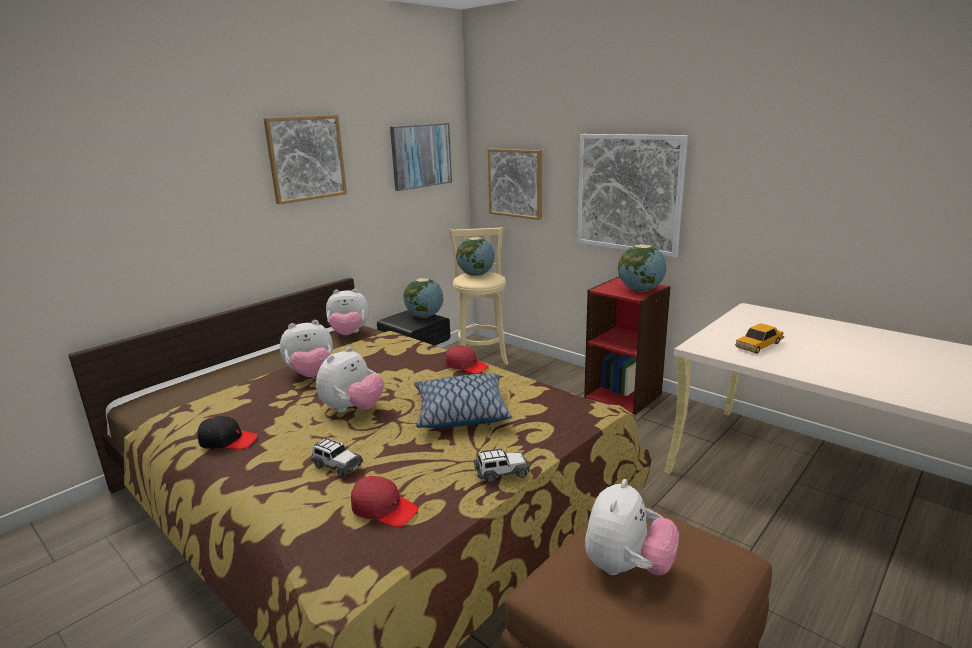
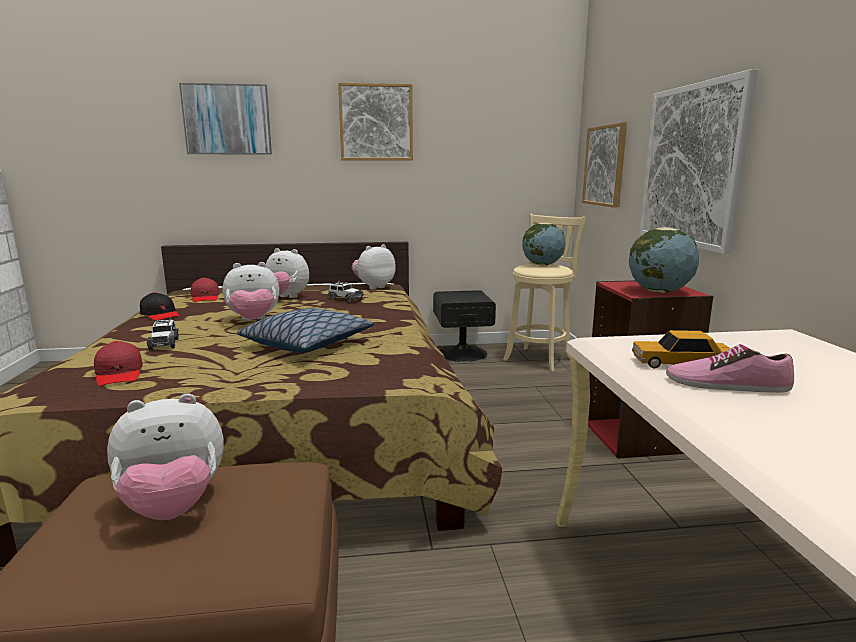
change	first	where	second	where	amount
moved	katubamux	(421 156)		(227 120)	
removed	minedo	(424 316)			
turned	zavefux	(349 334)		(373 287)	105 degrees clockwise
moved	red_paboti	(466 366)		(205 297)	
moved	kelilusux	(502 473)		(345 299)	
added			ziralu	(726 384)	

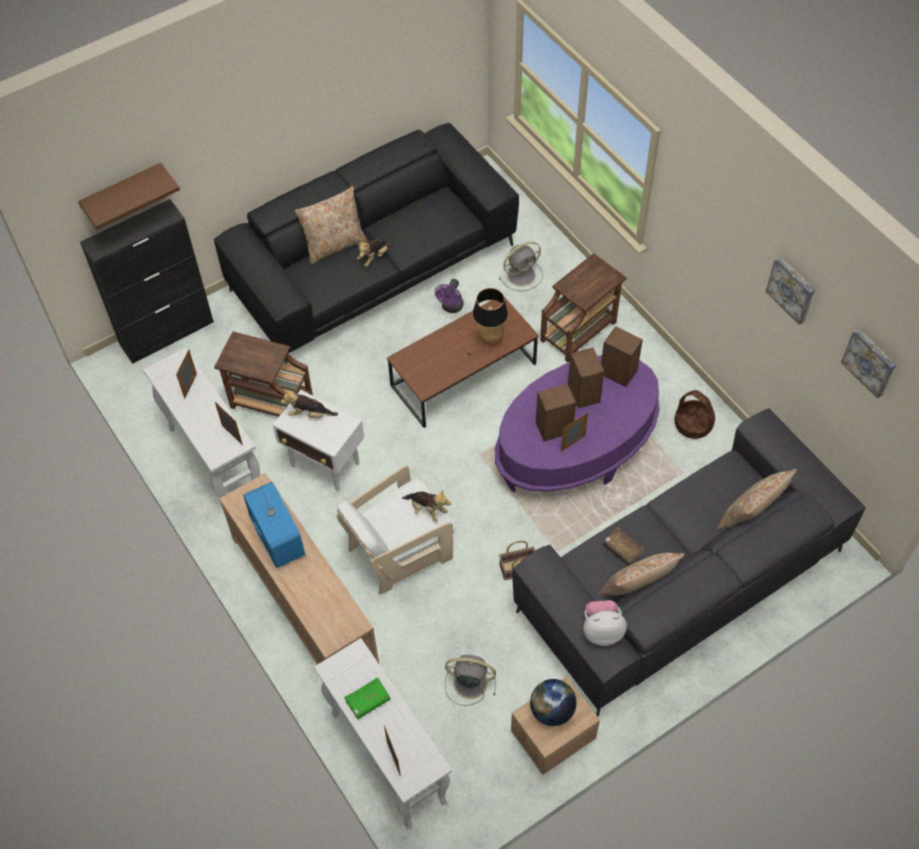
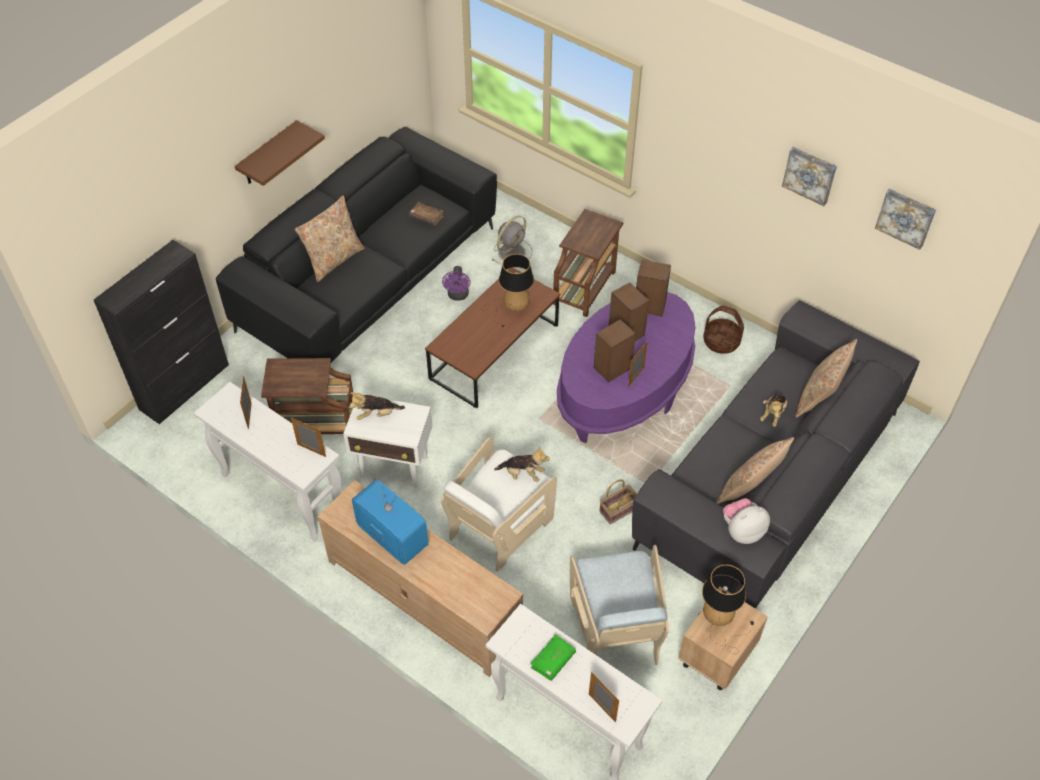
change	first	where	second	where	amount
moved	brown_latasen	(123 192)		(268 154)	
moved	zavefux	(374 257)		(773 414)	
moved	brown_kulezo	(622 549)		(426 217)	
replaced	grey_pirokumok	(469 682)	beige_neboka	(616 627)	
replaced	minedo	(552 710)	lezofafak	(720 621)	

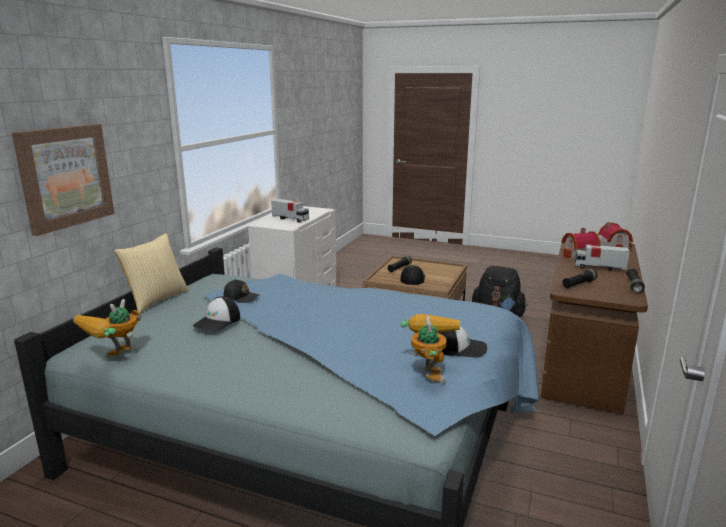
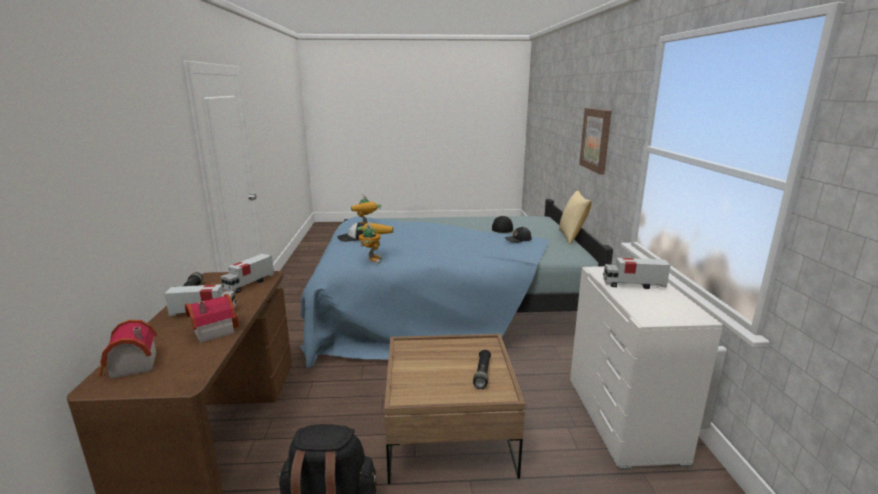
change	first	where	second	where	amount
removed	paboti	(412 278)			
replaced	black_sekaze	(579 284)	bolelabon	(249 284)	
moved	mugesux	(115 359)		(373 258)	

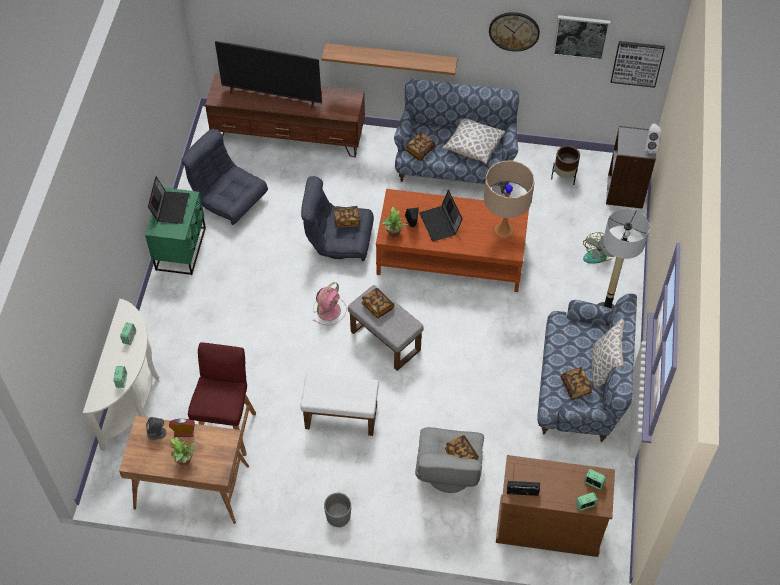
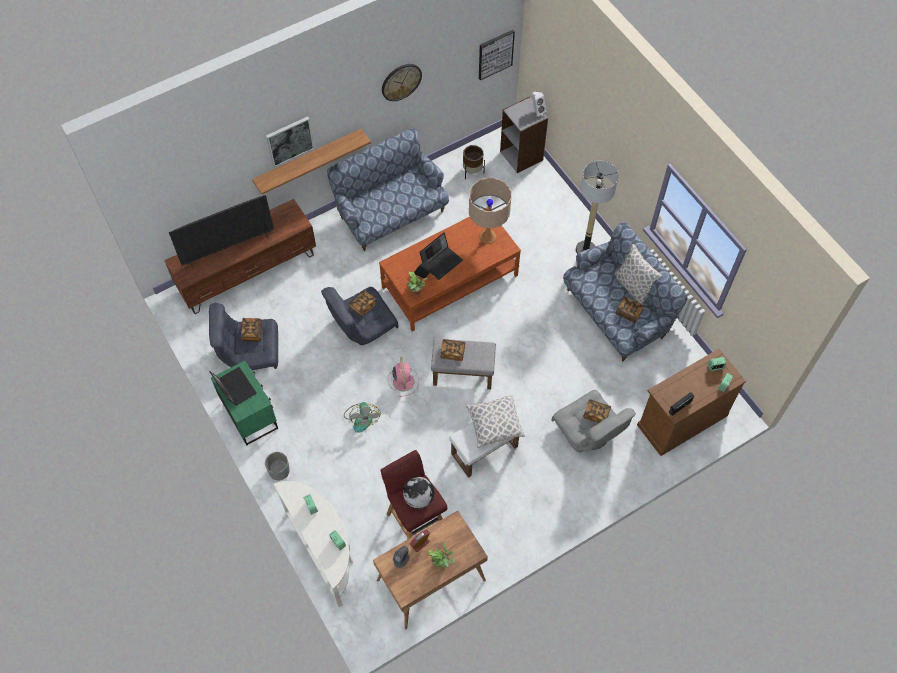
change	first	where	second	where	amount
moved	katubamux	(581 36)		(289 141)	
moved	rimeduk	(473 146)		(494 425)	
moved	kulezo	(420 150)		(252 332)	
turned	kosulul	(440 224)		(441 261)	75 degrees counterclockwise
moved	pirokumok	(597 253)		(362 417)	
moved	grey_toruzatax	(338 516)		(279 471)	
added			minedo	(418 498)	

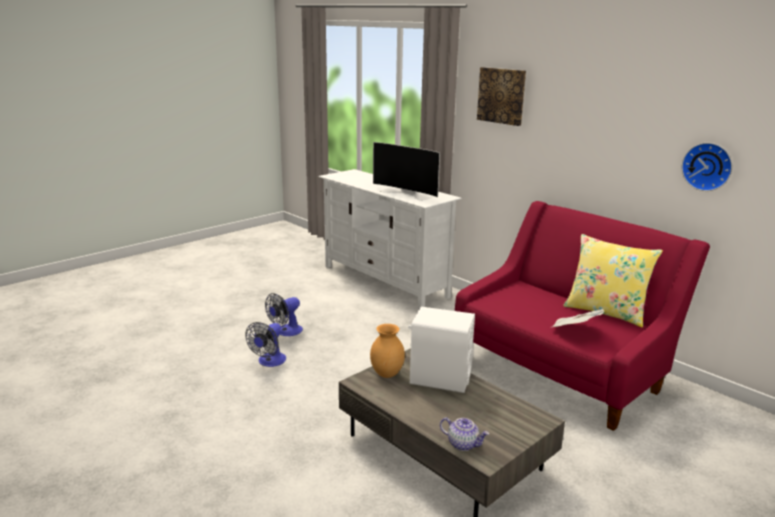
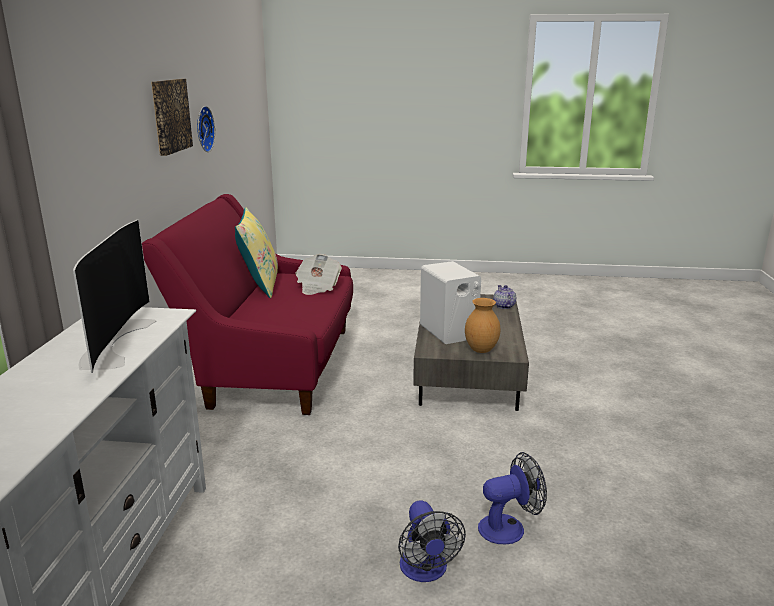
change	first	where	second	where	amount
moved	katubamux	(501 96)		(170 116)	
turned	pirokumok	(285 332)		(425 571)	75 degrees clockwise

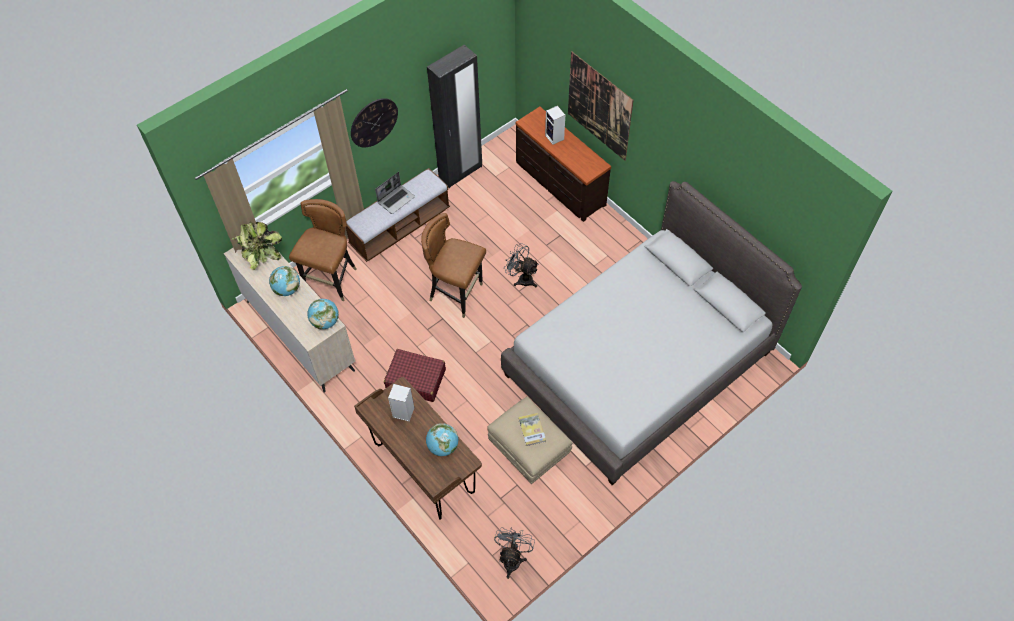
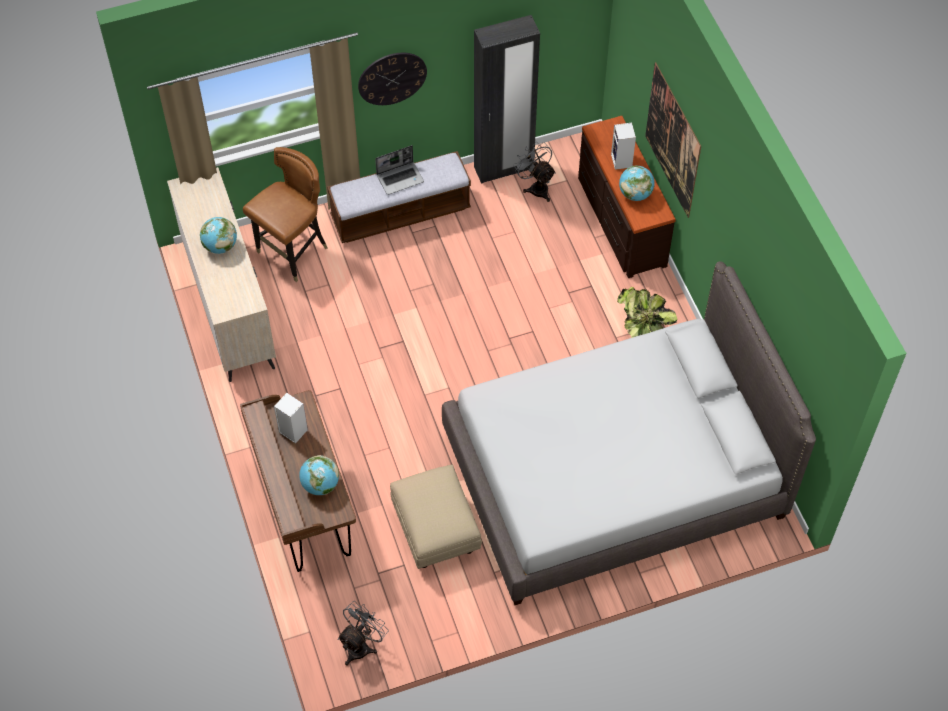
change	first	where	second	where	amount
removed	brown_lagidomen	(456 294)			
moved	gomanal	(259 254)		(642 327)	
moved	grey_pirokumok	(522 278)		(536 187)	
moved	minedo	(325 322)		(635 194)	
removed	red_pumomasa	(416 380)			
removed	kulezo	(532 430)			

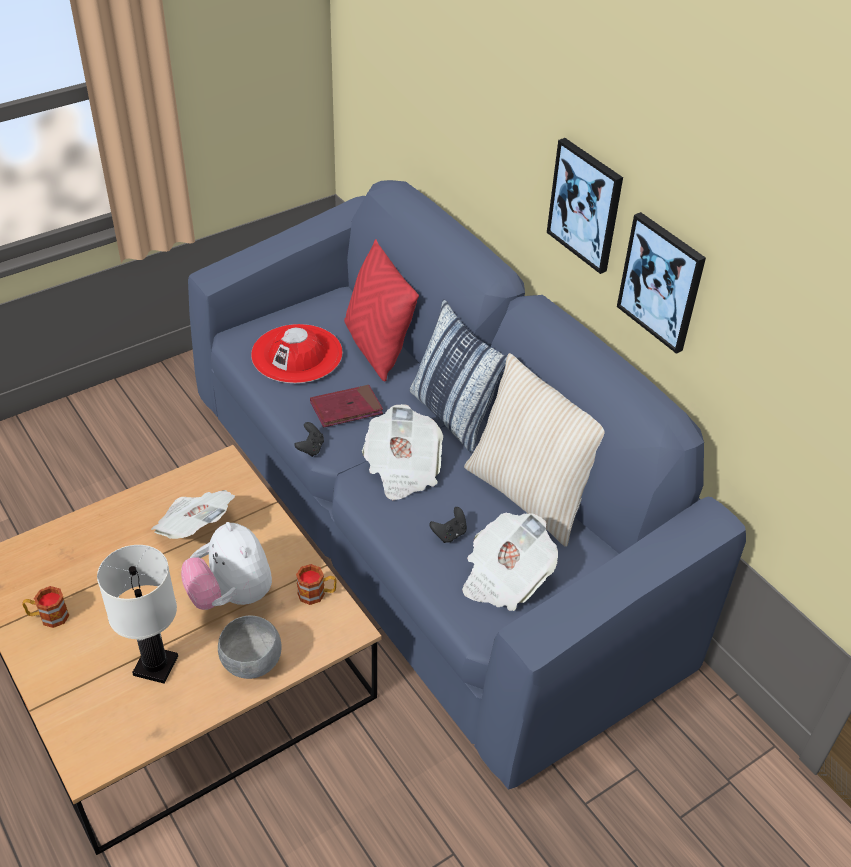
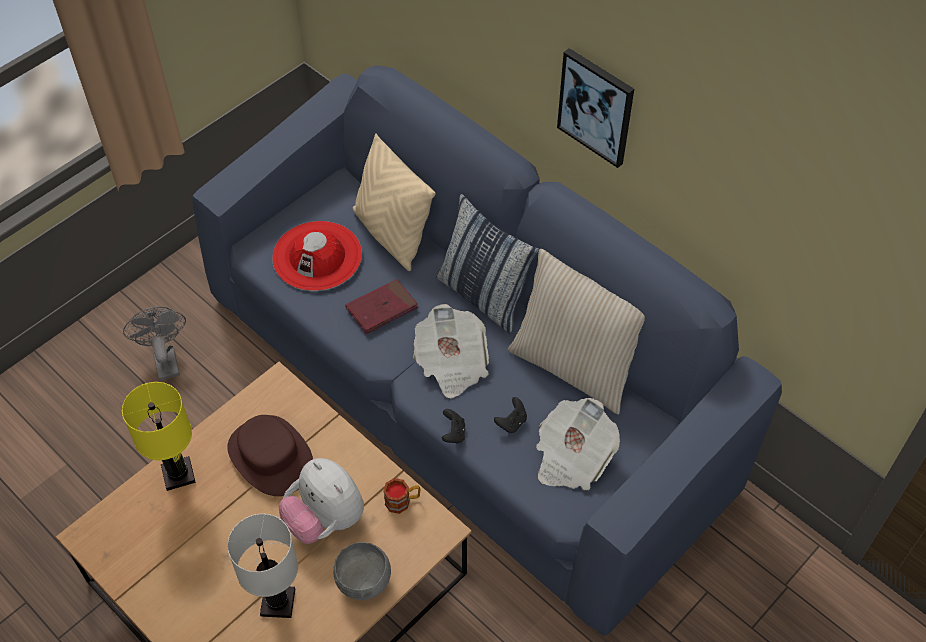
change	first	where	second	where	amount
removed	katubamux	(662 282)			
recoloured	red_rimeduk	(376 348)	beige_rimeduk	(391 234)	
moved	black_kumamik	(310 448)		(453 433)	
replaced	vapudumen	(195 527)	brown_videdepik	(270 456)	
removed	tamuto	(48 616)			
added			grey_pirokumok	(165 360)	
added			yellow_lezofafak	(178 475)	

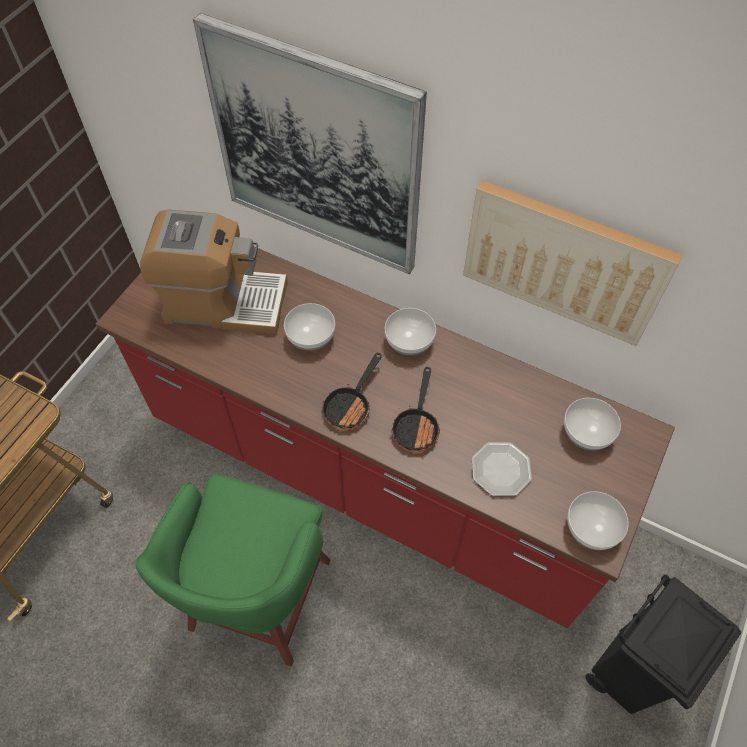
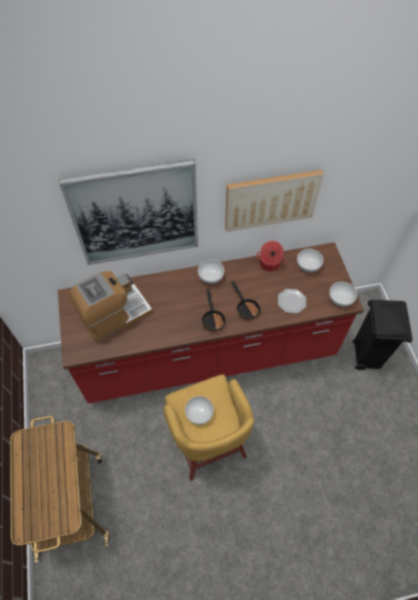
change	first	where	second	where	amount
moved	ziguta	(311 337)		(200 414)	
recoloured	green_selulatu	(257 599)	yellow_selulatu	(208 443)	
added			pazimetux	(269 264)	

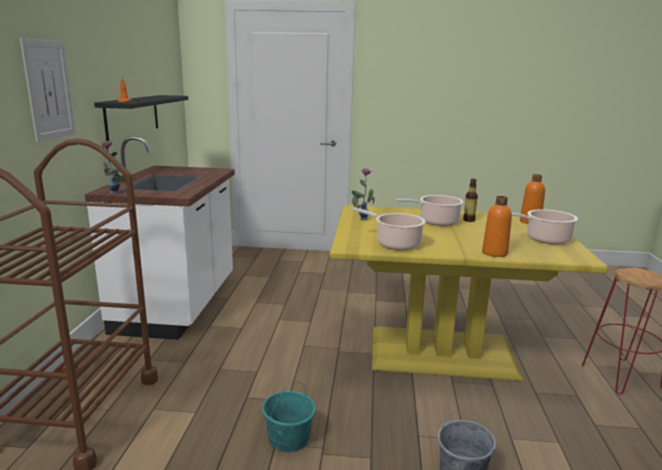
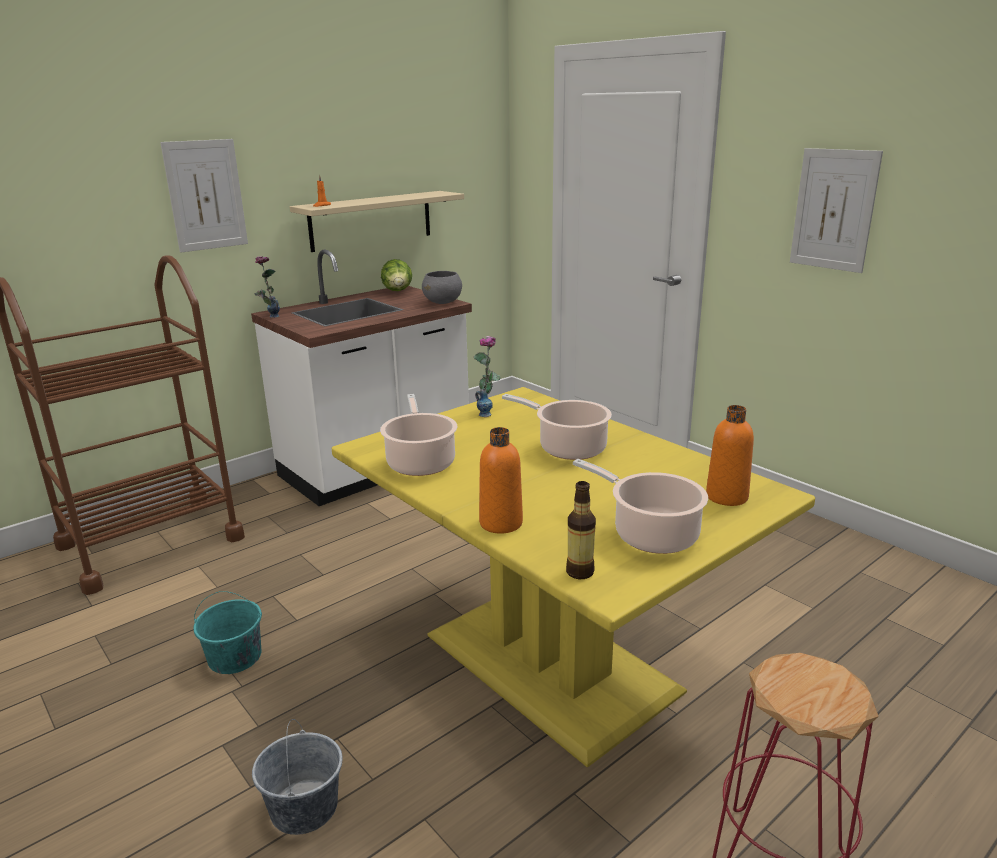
change	first	where	second	where	amount
recoloured	black_latasen	(132 116)	beige_latasen	(371 220)	
moved	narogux	(469 220)		(579 572)	
added			katubamux	(834 210)	
added			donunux	(398 292)	
added			grey_ziguta	(443 302)	

